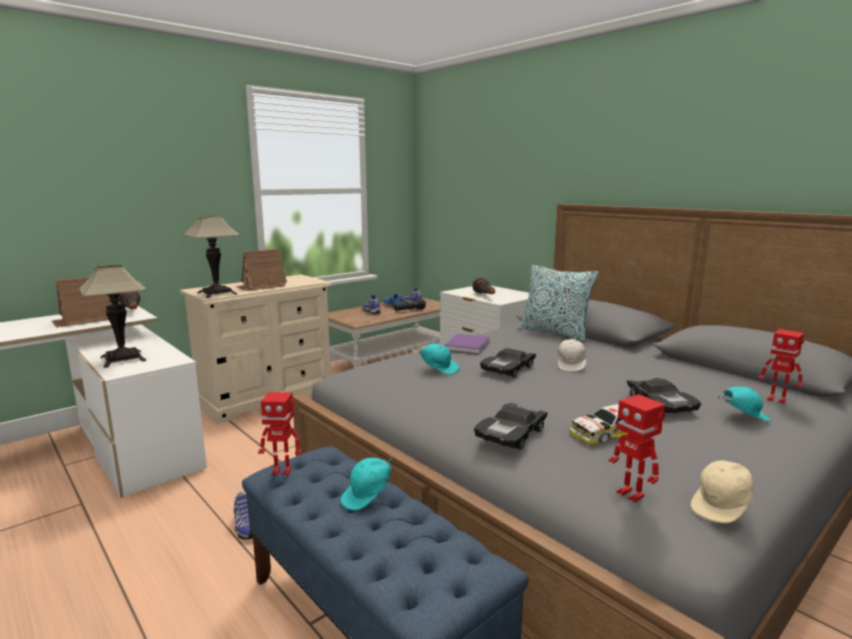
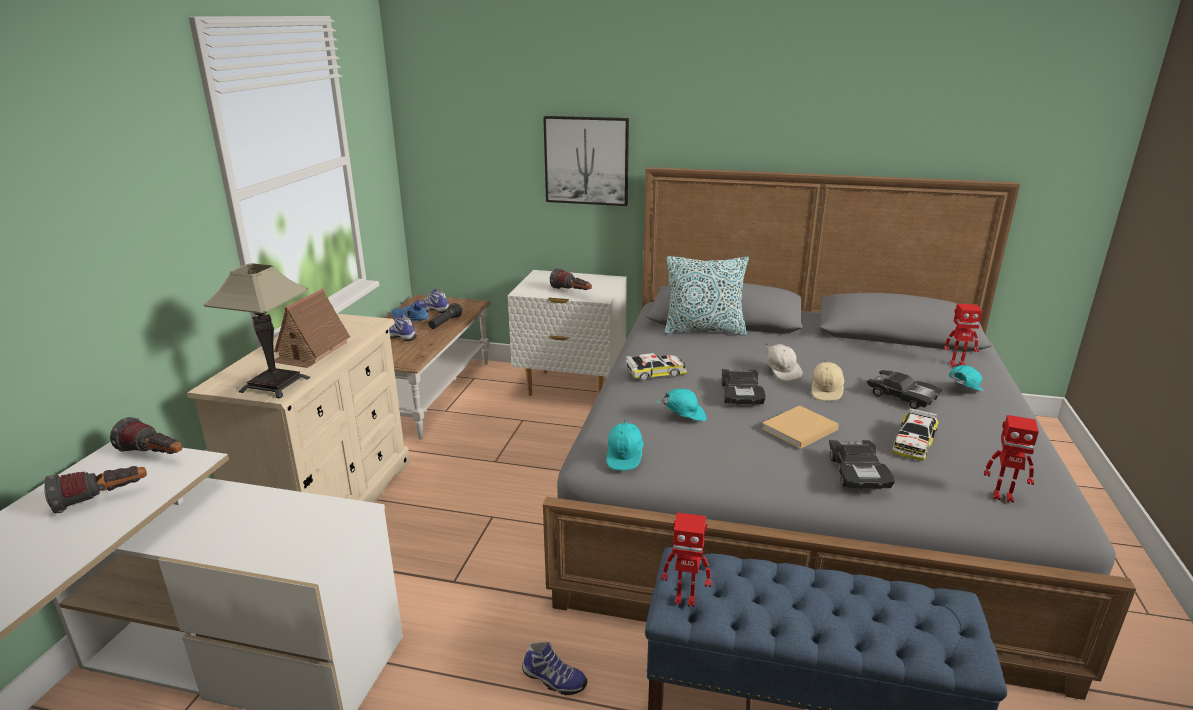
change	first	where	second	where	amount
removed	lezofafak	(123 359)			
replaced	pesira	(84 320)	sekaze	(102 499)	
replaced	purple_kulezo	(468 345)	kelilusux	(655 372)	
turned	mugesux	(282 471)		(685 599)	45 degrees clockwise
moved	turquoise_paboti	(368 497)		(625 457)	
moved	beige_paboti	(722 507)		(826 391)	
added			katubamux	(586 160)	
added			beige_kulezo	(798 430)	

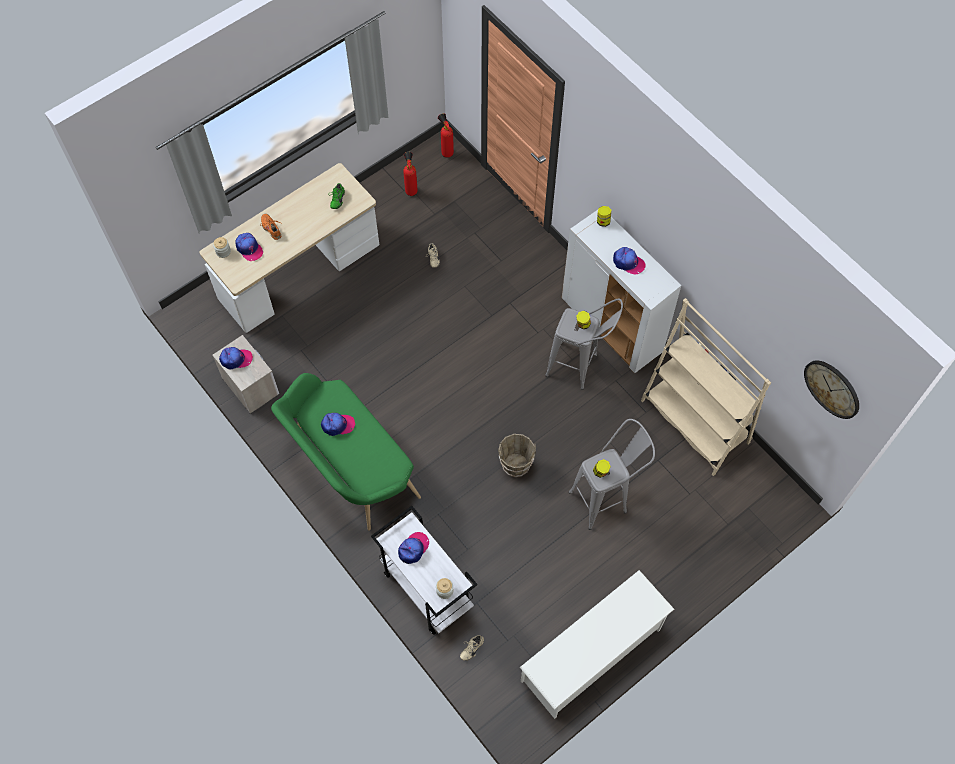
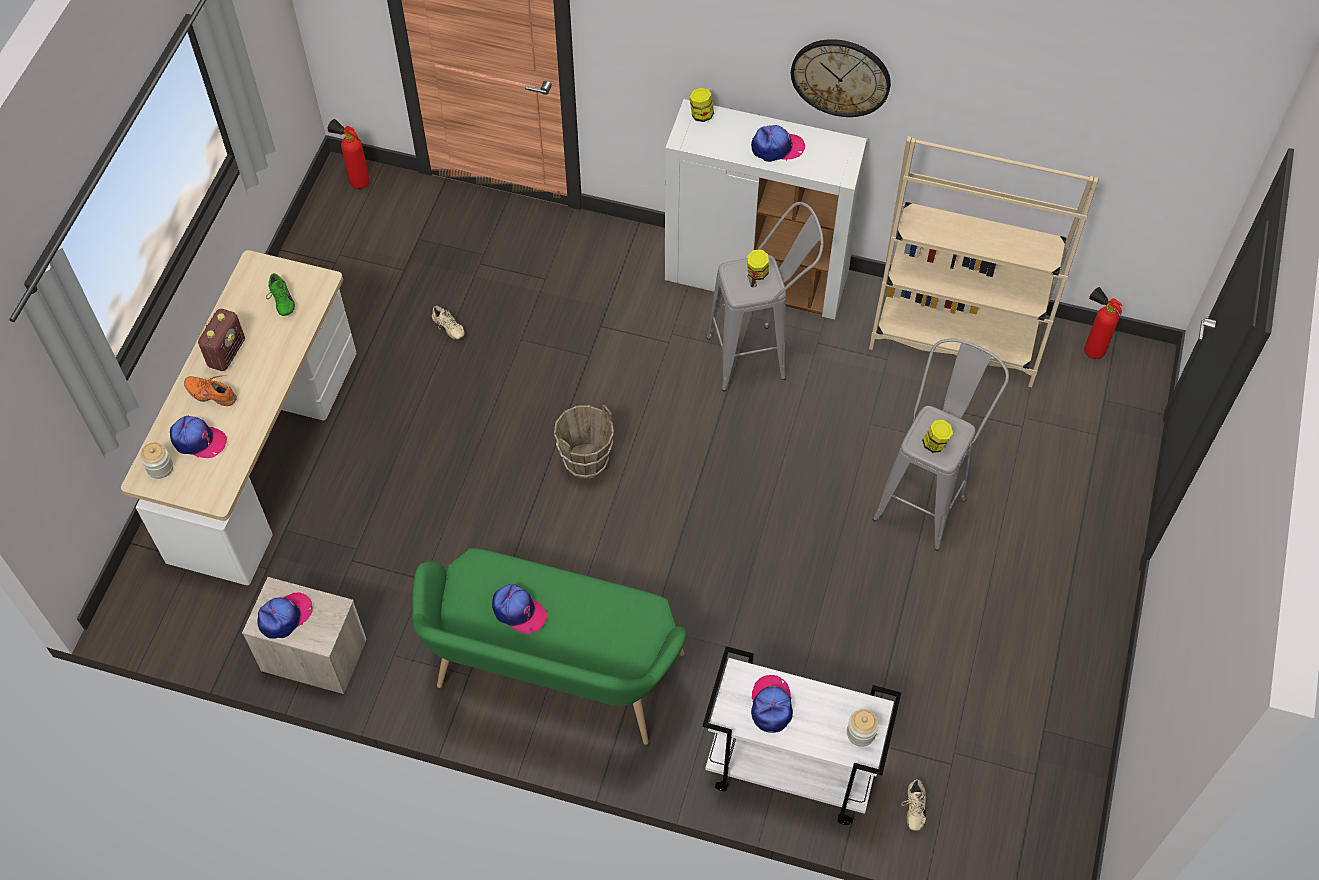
change	first	where	second	where	amount
moved	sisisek	(411 189)		(1090 349)	
moved	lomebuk	(832 388)		(840 77)	
turned	paboti	(337 425)		(518 611)	75 degrees clockwise
moved	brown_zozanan	(515 465)		(585 462)	
removed	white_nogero	(591 655)			
added			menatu	(226 352)	

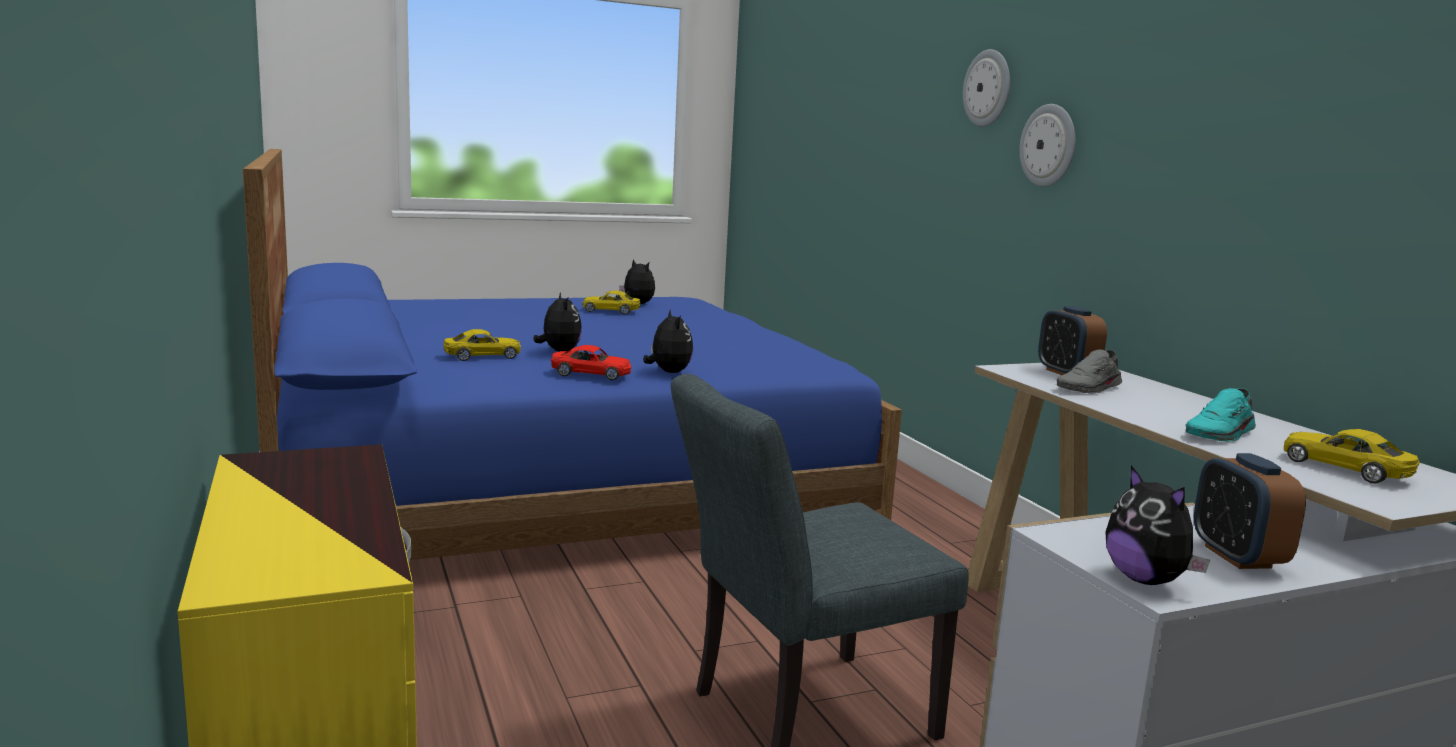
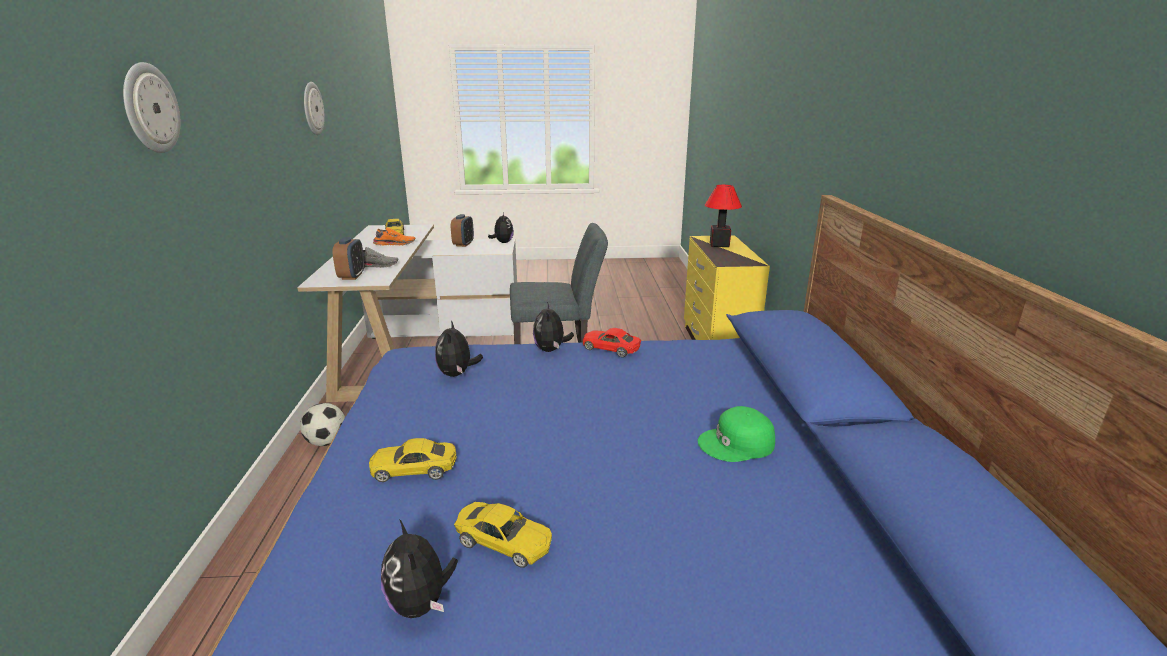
change	first	where	second	where	amount
moved	lomebuk	(1049 145)		(312 108)	
moved	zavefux	(559 351)		(457 374)	
moved	yellow_kelilusux	(482 356)		(414 469)	
recoloured	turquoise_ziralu	(1221 435)	orange_ziralu	(395 244)	
added			lezofafak	(719 244)	
added			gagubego	(326 442)	
added			green_paboti	(737 444)	

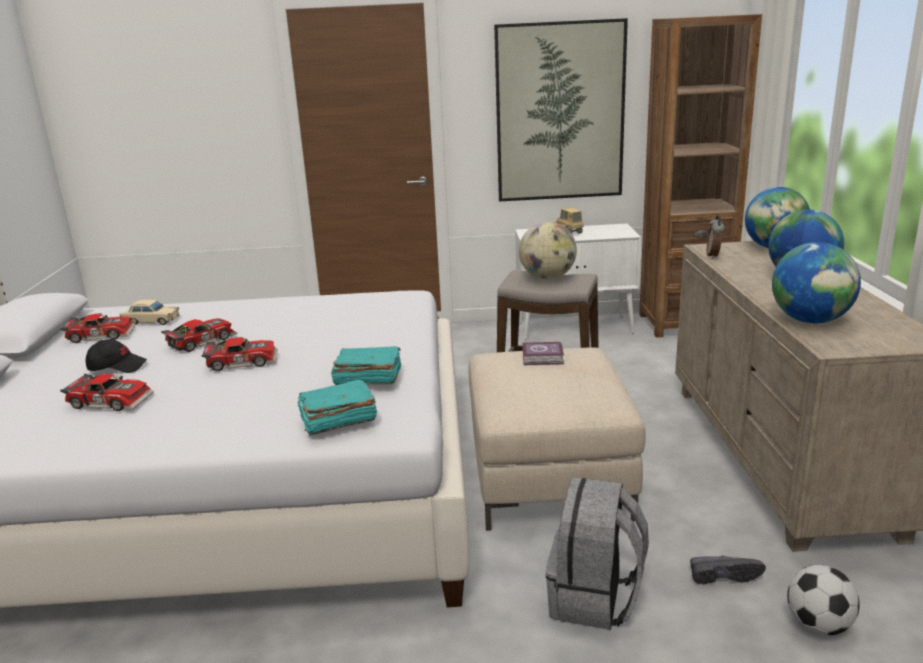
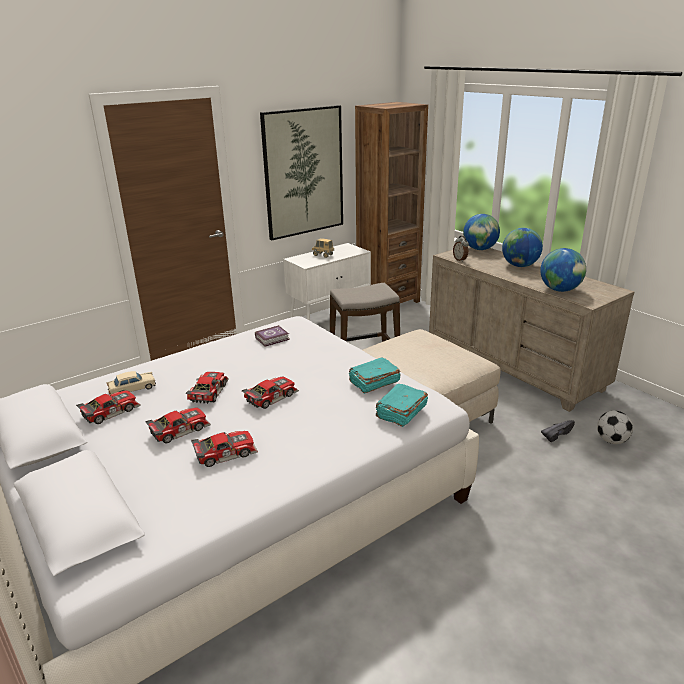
change	first	where	second	where	amount
removed	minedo	(547 278)			
replaced	black_paboti	(117 366)	kelilusux	(179 429)	
moved	kulezo	(543 358)		(273 338)	
removed	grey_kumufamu	(595 599)			

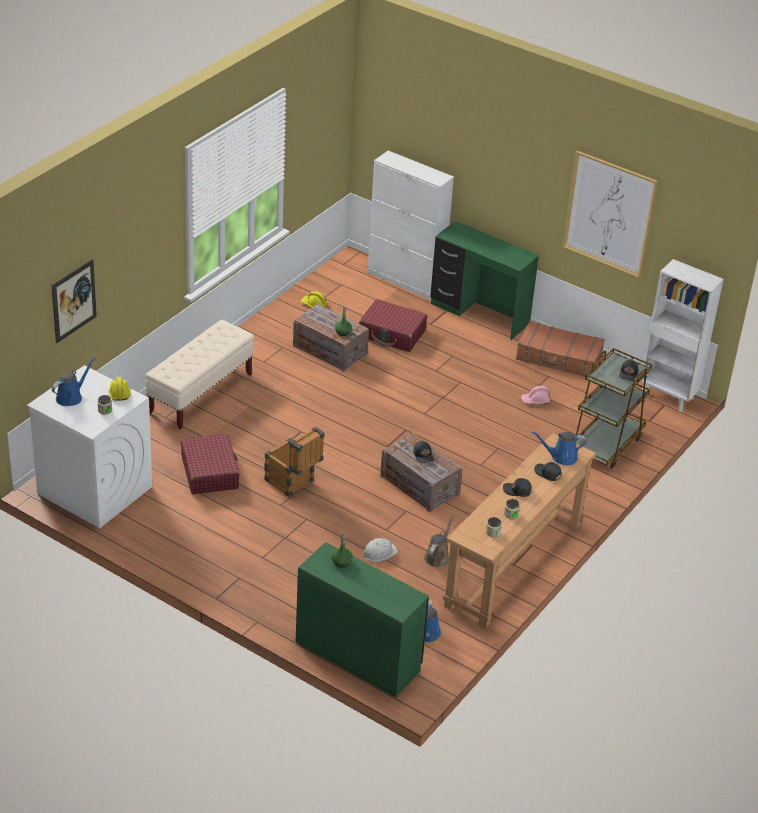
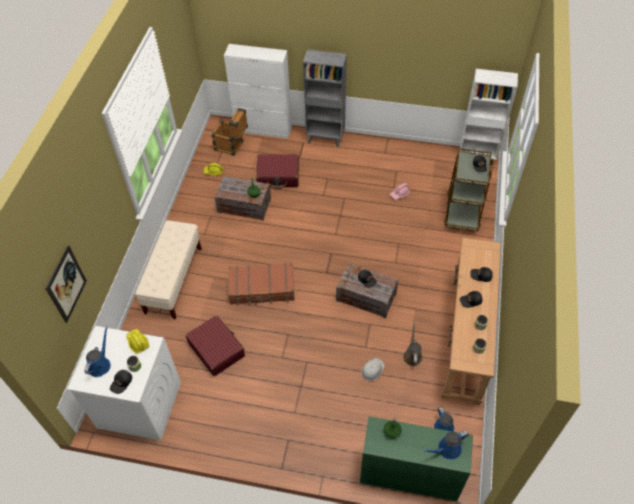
change	first	where	second	where	amount
removed	katubamux	(609 214)			
replaced	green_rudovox	(479 314)	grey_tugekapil	(325 138)	
moved	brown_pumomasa	(559 358)		(262 288)	
moved	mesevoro	(293 483)		(232 147)	
moved	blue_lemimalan	(561 457)		(447 449)	
added			black_paboti	(122 383)	

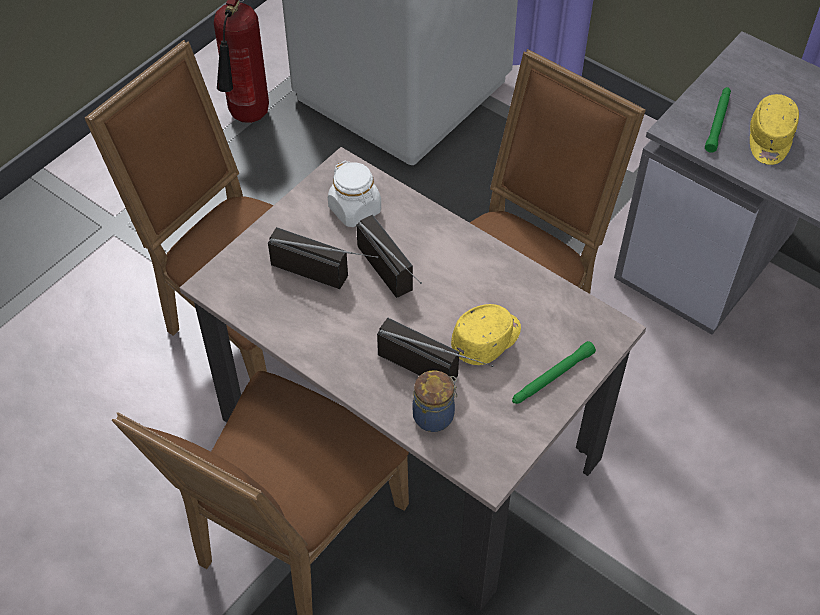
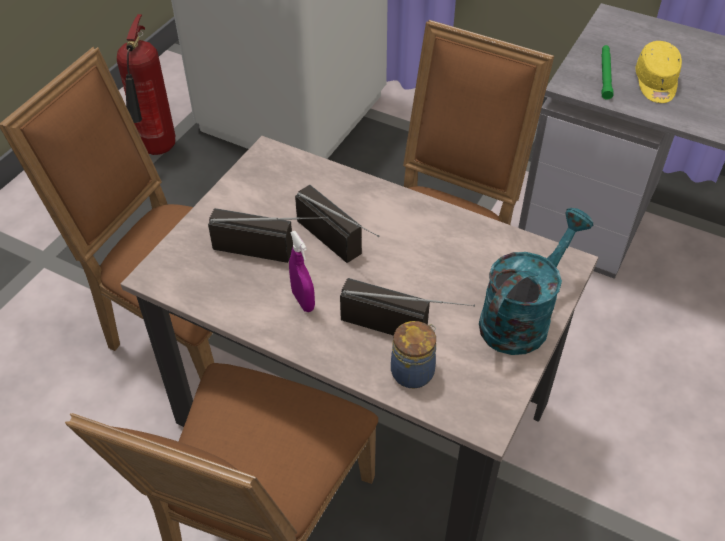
change	first	where	second	where	amount
removed	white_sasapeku	(355 210)			
removed	yellow_paboti	(487 340)			
replaced	green_sekaze	(552 377)	turquoise_lemimalan	(522 316)	
added			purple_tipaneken	(303 301)	

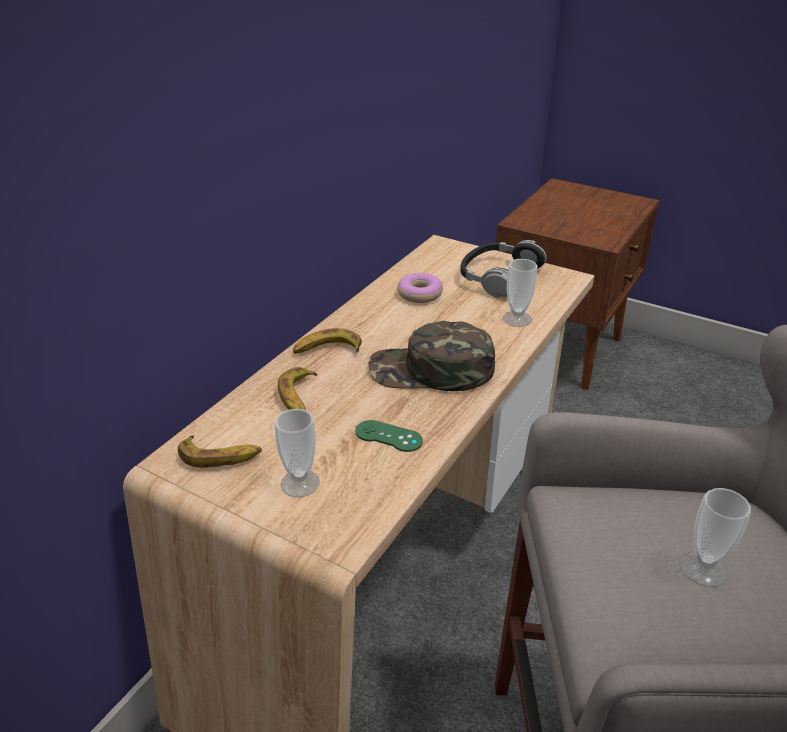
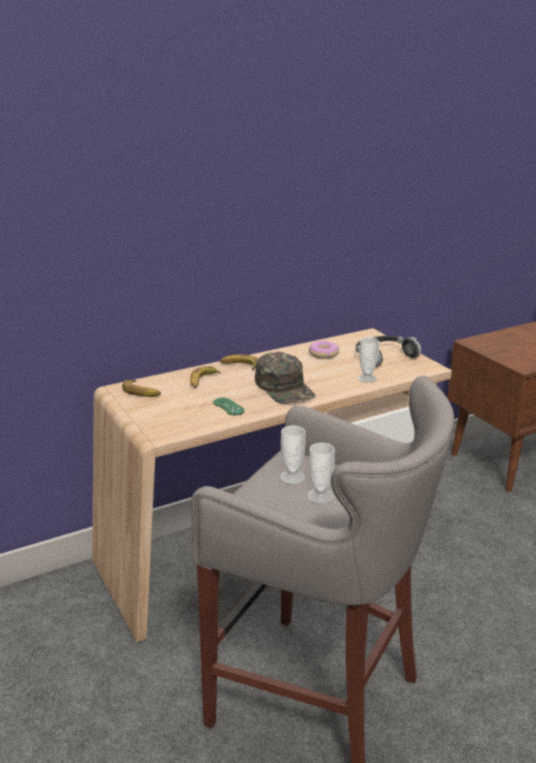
change	first	where	second	where	amount
turned	green_paboti	(431 370)		(285 387)	150 degrees counterclockwise
moved	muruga	(300 483)		(292 477)	

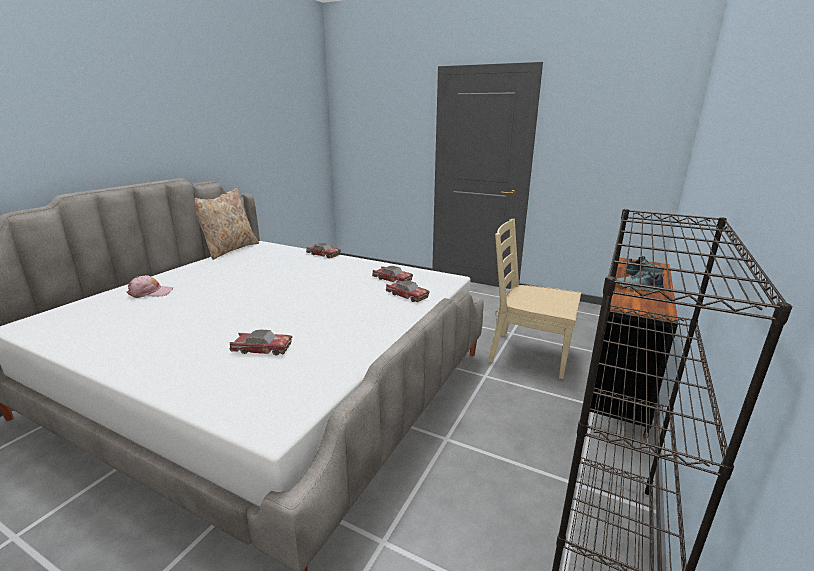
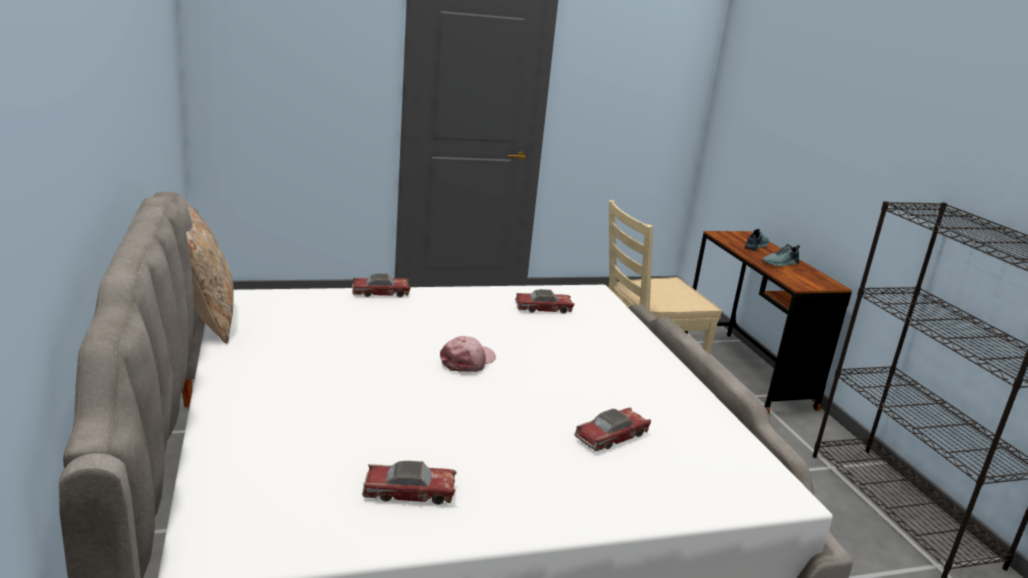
change	first	where	second	where	amount
moved	pink_paboti	(150 292)		(468 361)	
moved	kelilusux	(407 295)		(409 492)	

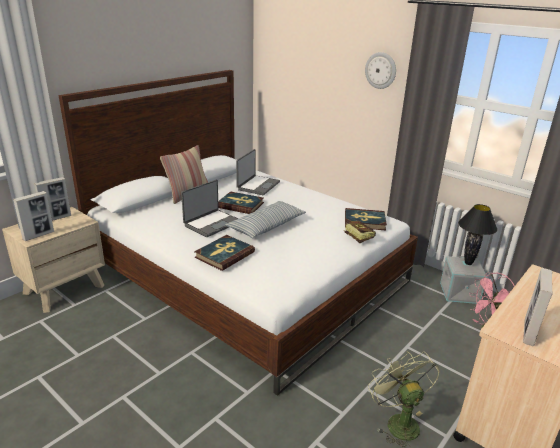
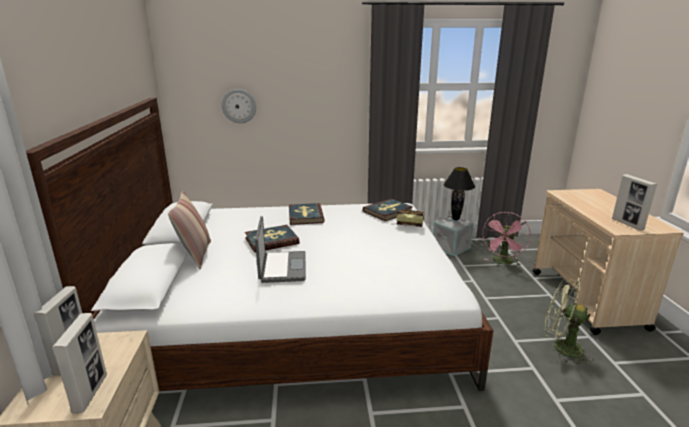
change	first	where	second	where	amount
moved	lomebuk	(380 70)		(239 106)	
removed	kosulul	(257 186)			
removed	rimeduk	(266 226)			
moved	kulezo	(224 254)		(305 216)	

